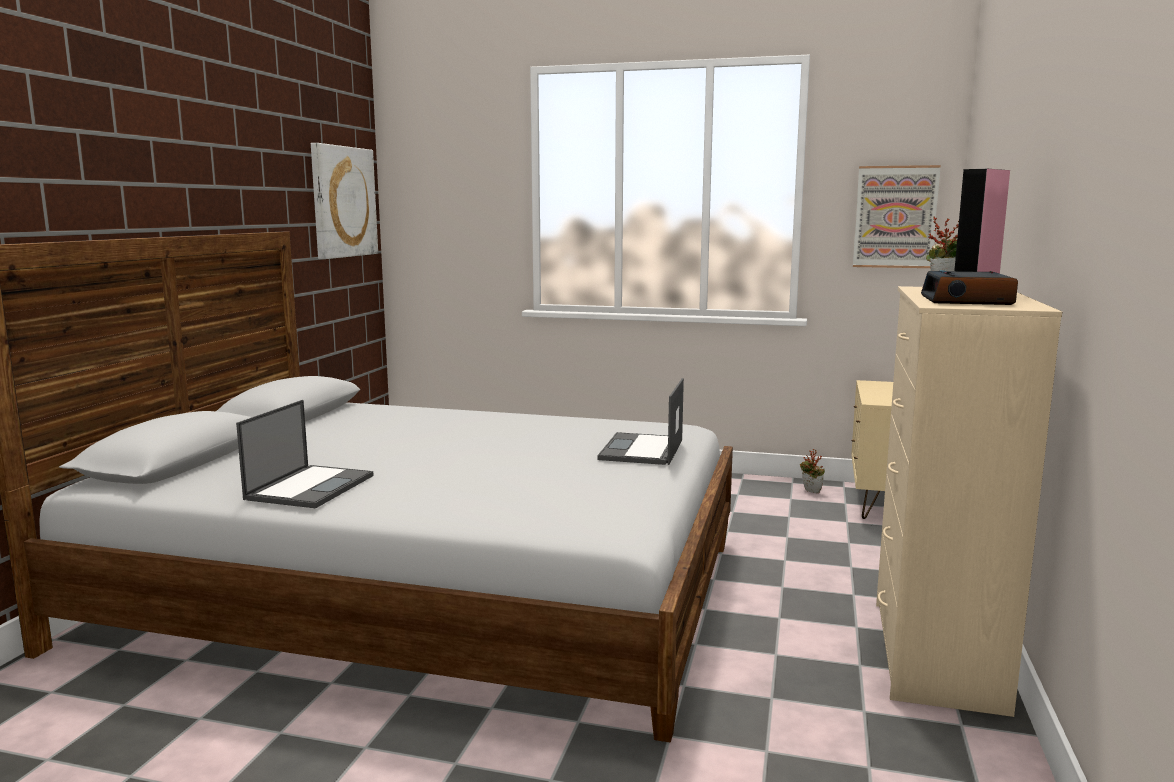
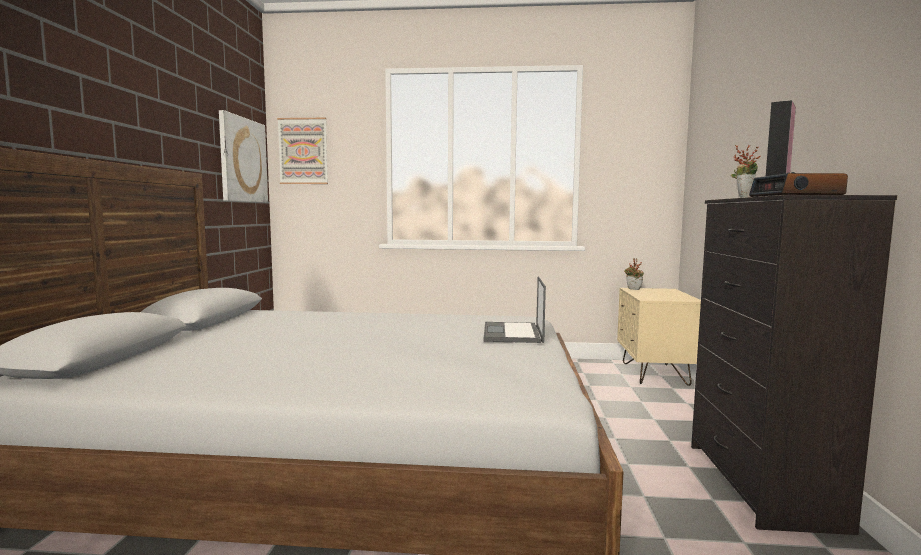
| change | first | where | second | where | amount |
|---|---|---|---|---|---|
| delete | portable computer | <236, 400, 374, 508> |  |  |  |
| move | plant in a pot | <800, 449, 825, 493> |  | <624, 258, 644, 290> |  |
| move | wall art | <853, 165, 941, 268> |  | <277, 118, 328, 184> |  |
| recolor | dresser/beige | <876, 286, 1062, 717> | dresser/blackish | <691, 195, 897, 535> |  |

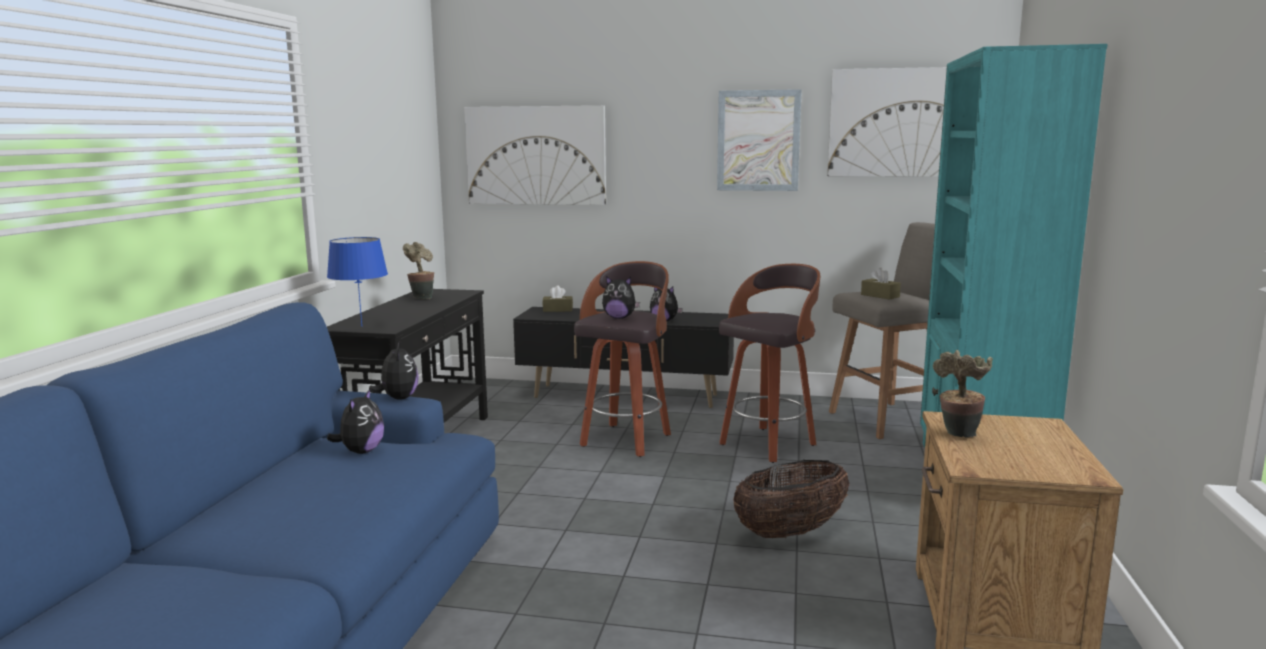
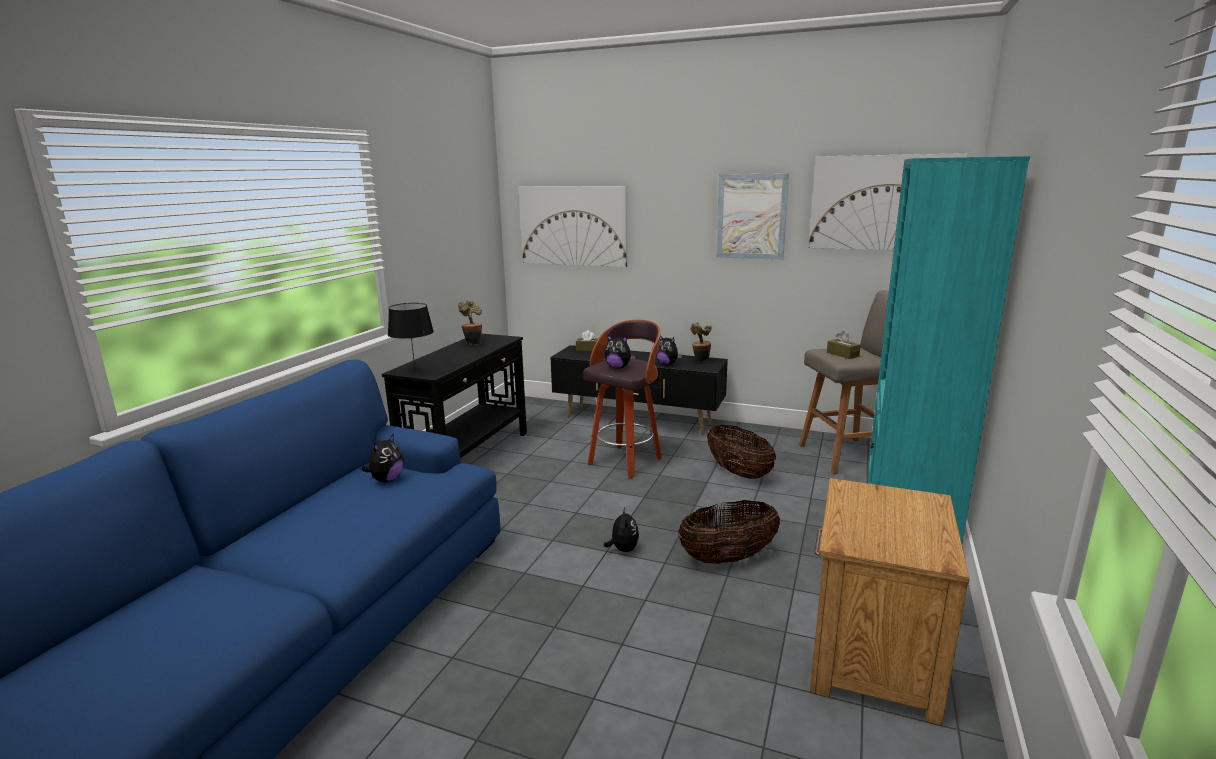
| change | first | where | second | where | amount |
|---|---|---|---|---|---|
| move | cuddly toy | <369, 342, 419, 400> |  | <604, 507, 639, 552> |  |
| move | plant in a pot | <933, 350, 993, 438> |  | <690, 322, 712, 361> |  |
| replace | stool seat | <719, 264, 820, 463> | household basket | <707, 425, 776, 479> |  |
| recolor | tabletop lamp/bluish | <327, 237, 388, 327> | tabletop lamp/blackish | <388, 303, 434, 368> |  |

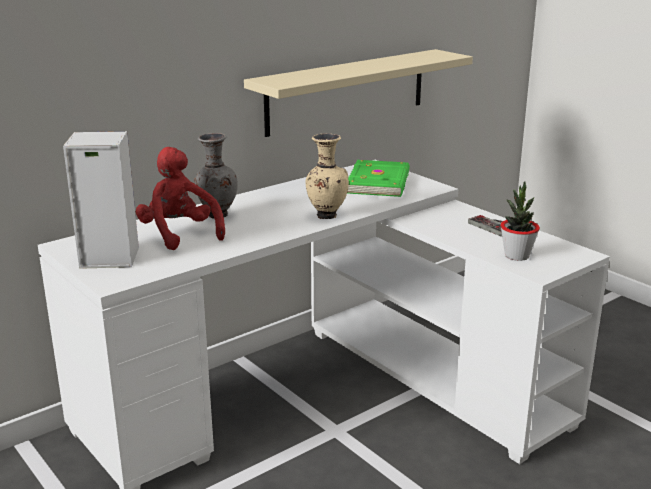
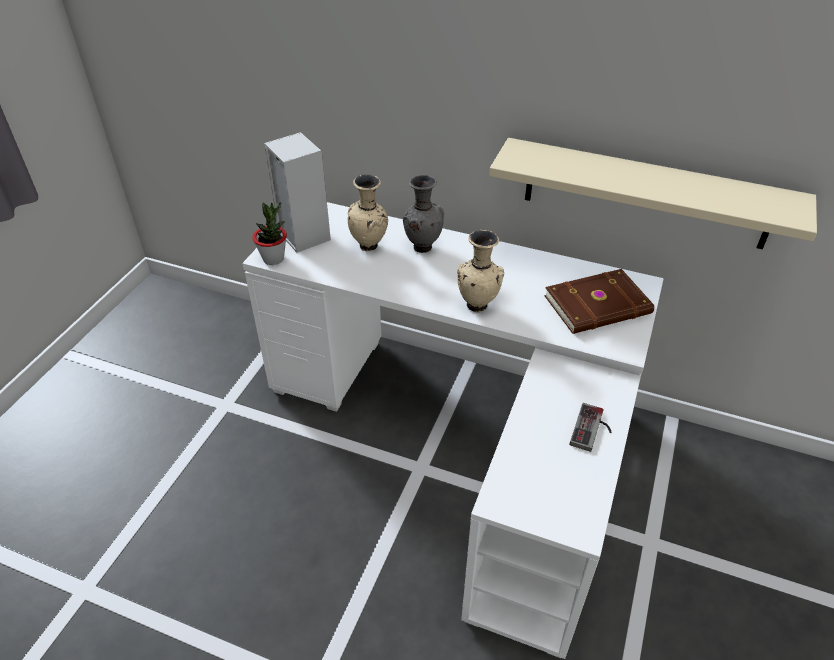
| change | first | where | second | where | amount |
|---|---|---|---|---|---|
| move | plant in a pot | <500, 181, 540, 261> |  | <252, 202, 287, 265> |  |
| replace | cuddly toy/red | <135, 147, 225, 250> | decorative vase/beige | <348, 174, 388, 252> |  |
| recolor | volume/greenish | <347, 160, 410, 197> | volume/brownish | <544, 269, 654, 334> |  |

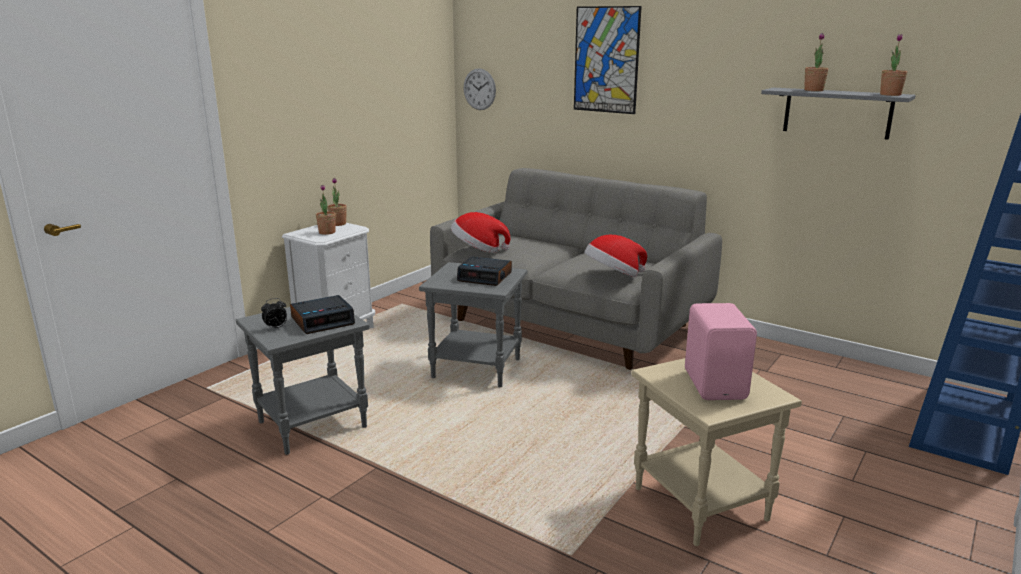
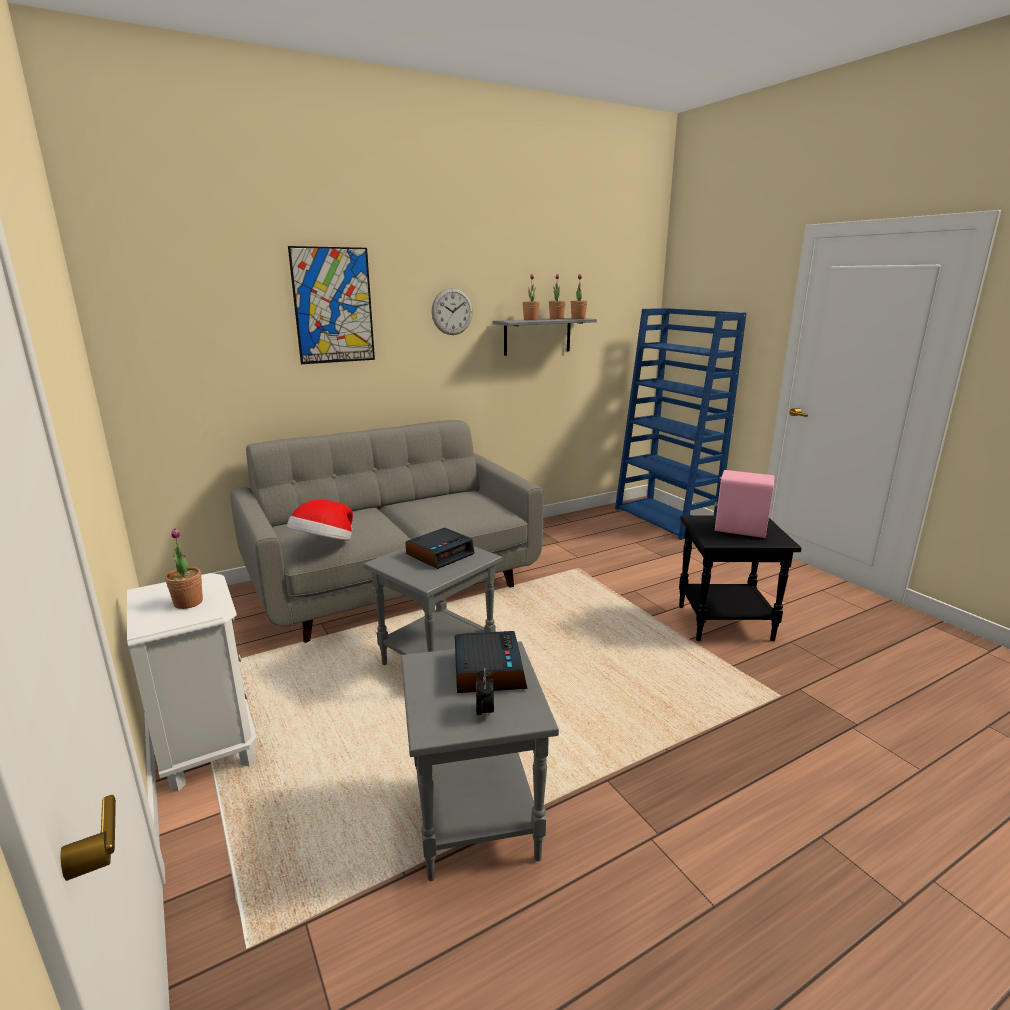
| change | first | where | second | where | amount |
|---|---|---|---|---|---|
| delete | hat | <584, 234, 647, 277> |  |  |  |
| move | plant in a pot | <328, 177, 347, 226> |  | <549, 274, 566, 319> |  |
| move | wall clock | <464, 68, 496, 110> |  | <431, 288, 473, 335> |  |
| recolor | accent table/beige | <631, 358, 802, 546> | accent table/blackish | <679, 516, 802, 641> |  |

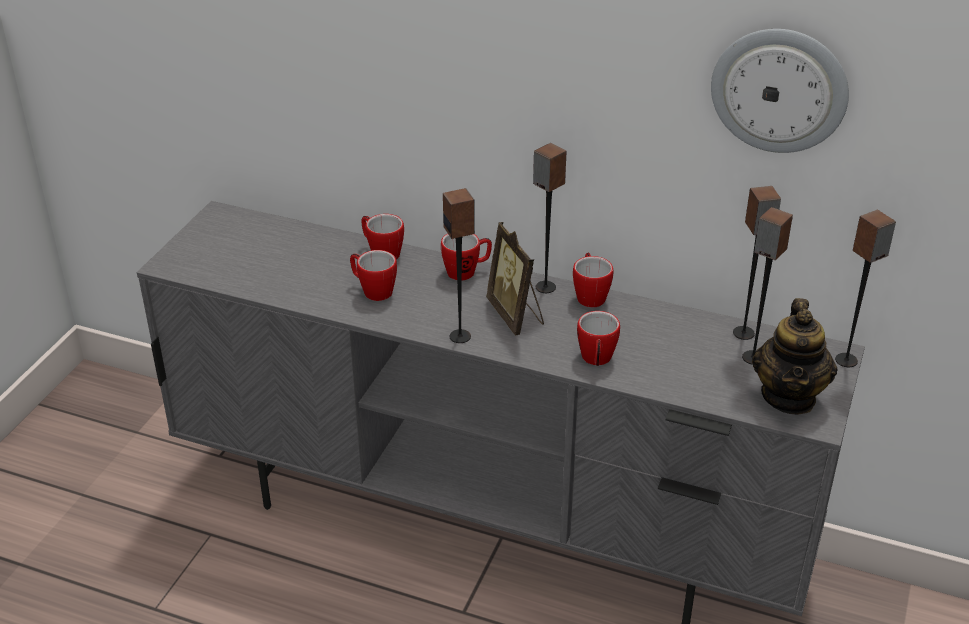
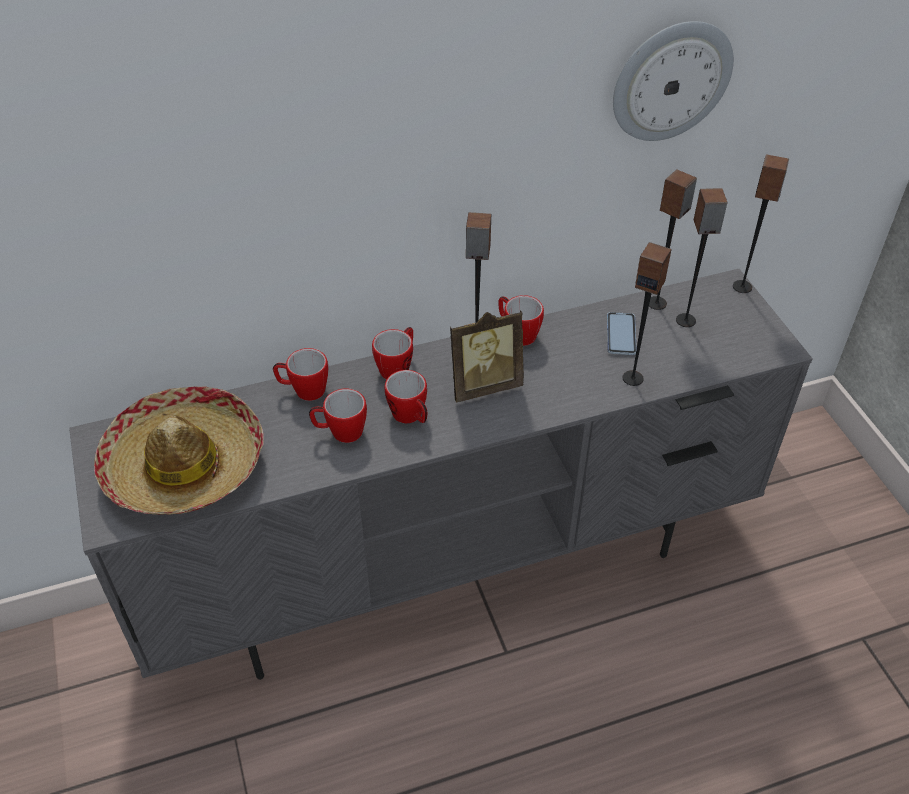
| change | first | where | second | where | amount |
|---|---|---|---|---|---|
| delete | teapot | <752, 298, 838, 414> |  |  |  |
| insert |  |  | hat | <94, 386, 264, 515> |  |
| insert |  |  | phone | <607, 312, 637, 355> |  |
| move | speaker | <443, 188, 475, 343> |  | <622, 242, 672, 386> |  |
| move | coffee mug | <577, 311, 620, 366> |  | <384, 370, 427, 423> |  |
| rotate | standing frame | <486, 222, 544, 336> |  | <450, 310, 524, 402> | 45 degrees counterclockwise |

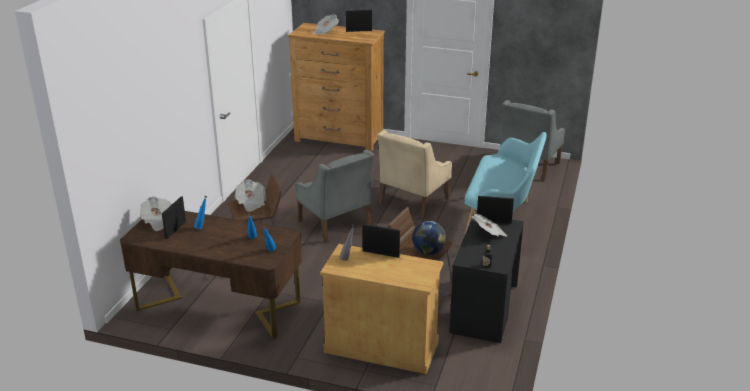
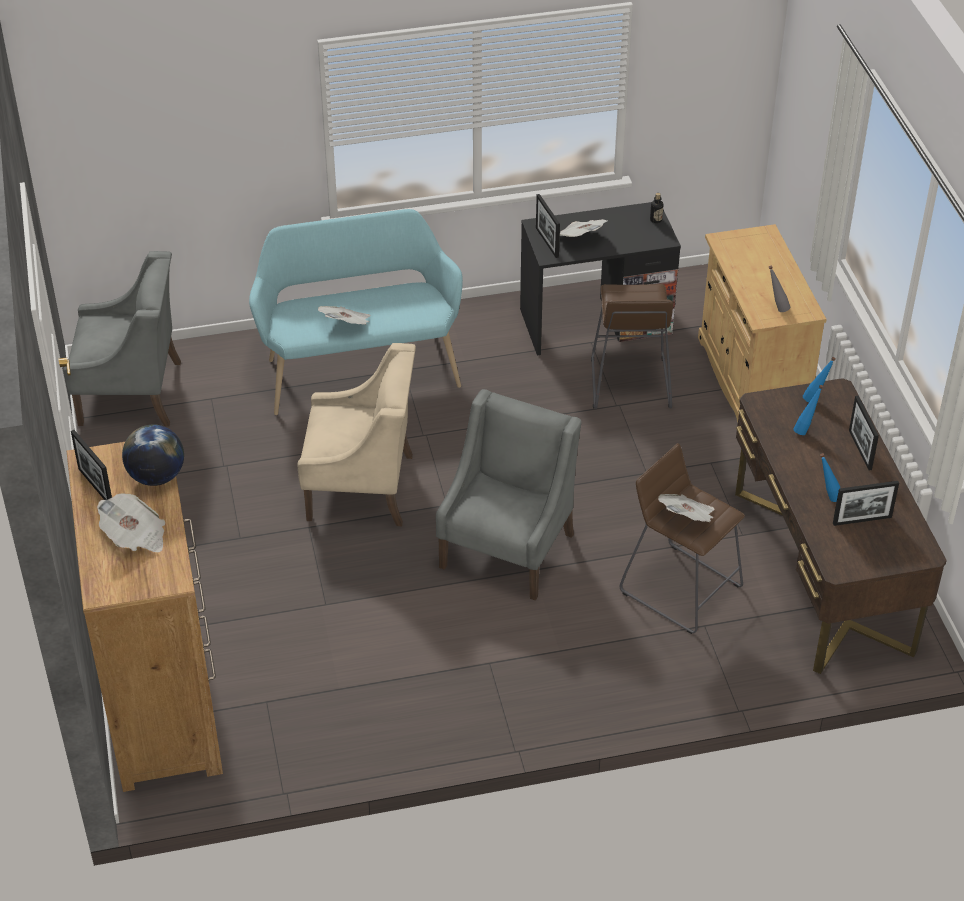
| change | first | where | second | where | amount |
|---|---|---|---|---|---|
| move | newspaper | <140, 196, 172, 231> |  | <318, 306, 371, 325> |  |
| move | standing frame | <363, 224, 400, 258> |  | <849, 396, 879, 470> |  |
| move | desk globe | <412, 221, 446, 255> |  | <122, 425, 184, 486> |  |

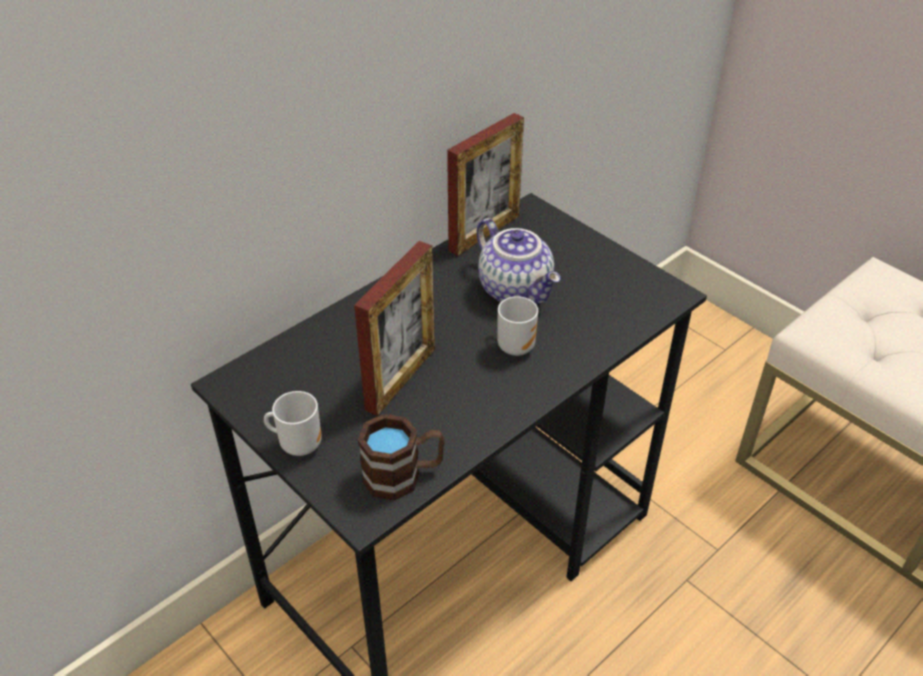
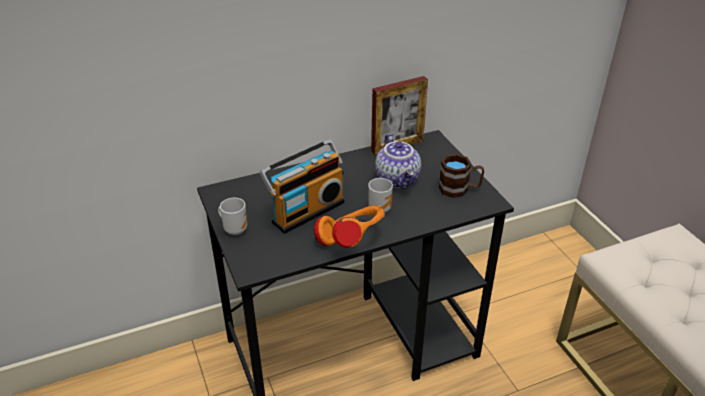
| change | first | where | second | where | amount |
|---|---|---|---|---|---|
| insert |  |  | pair of headphones/orange-coloured | <314, 205, 385, 248> |  |
| move | coffee mug/brownish | <358, 414, 444, 501> |  | <439, 154, 484, 198> |  |
| replace | standing frame | <354, 241, 435, 416> | radio | <260, 139, 345, 234> |  |

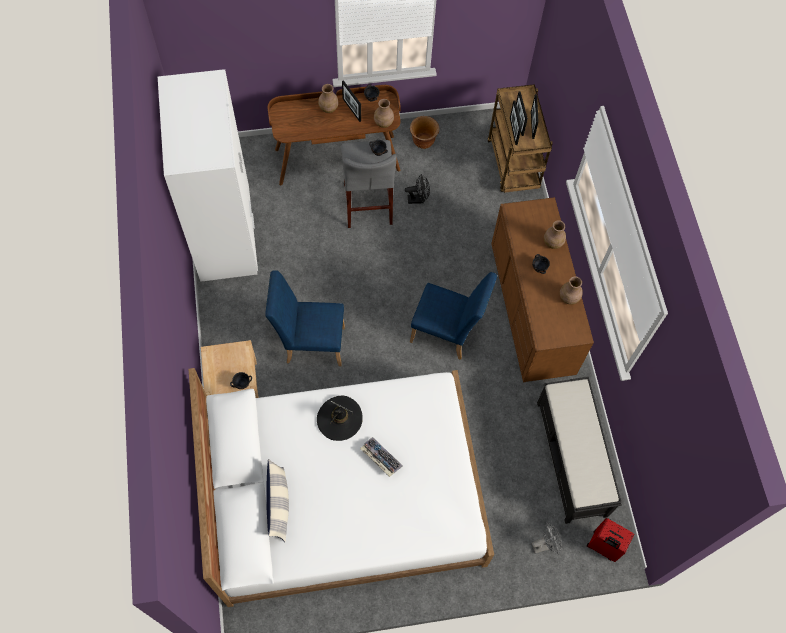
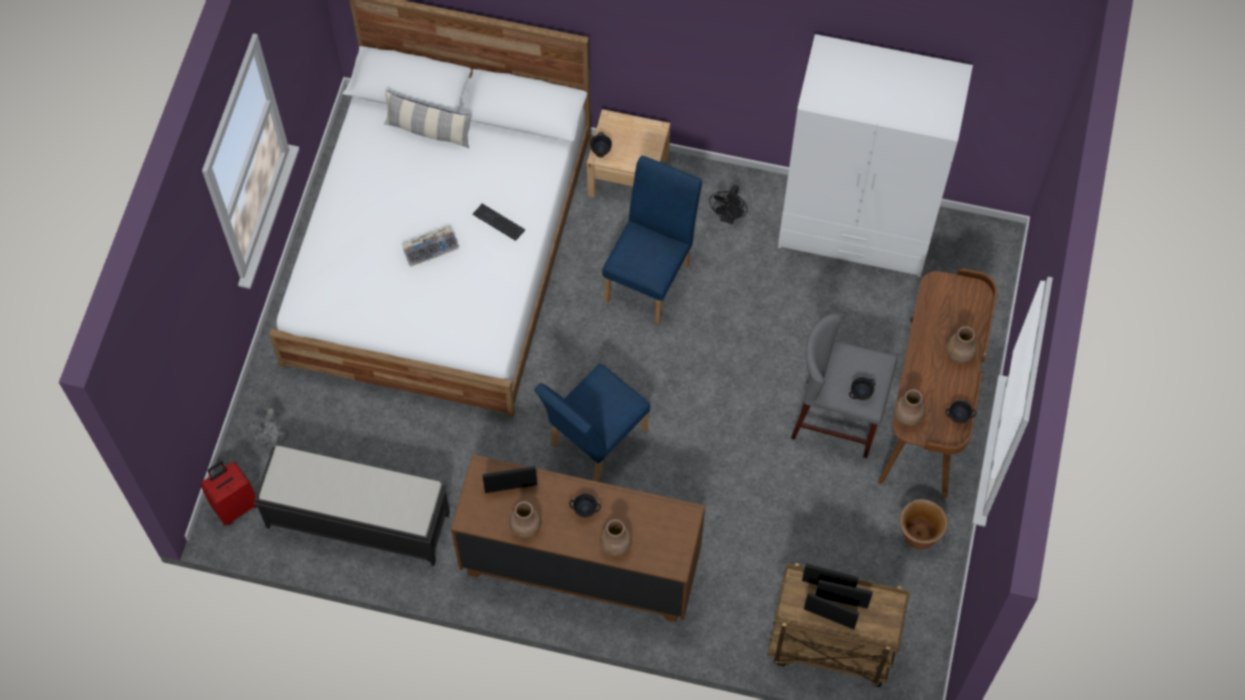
| change | first | where | second | where | amount |
|---|---|---|---|---|---|
| move | standing frame | <342, 80, 361, 122> |  | <482, 466, 537, 493> |  |
| move | cooling fan/blackish | <405, 174, 430, 204> |  | <709, 185, 748, 224> |  |
| replace | hat/blackish | <317, 396, 363, 441> | keyboard | <473, 203, 525, 241> |  |

